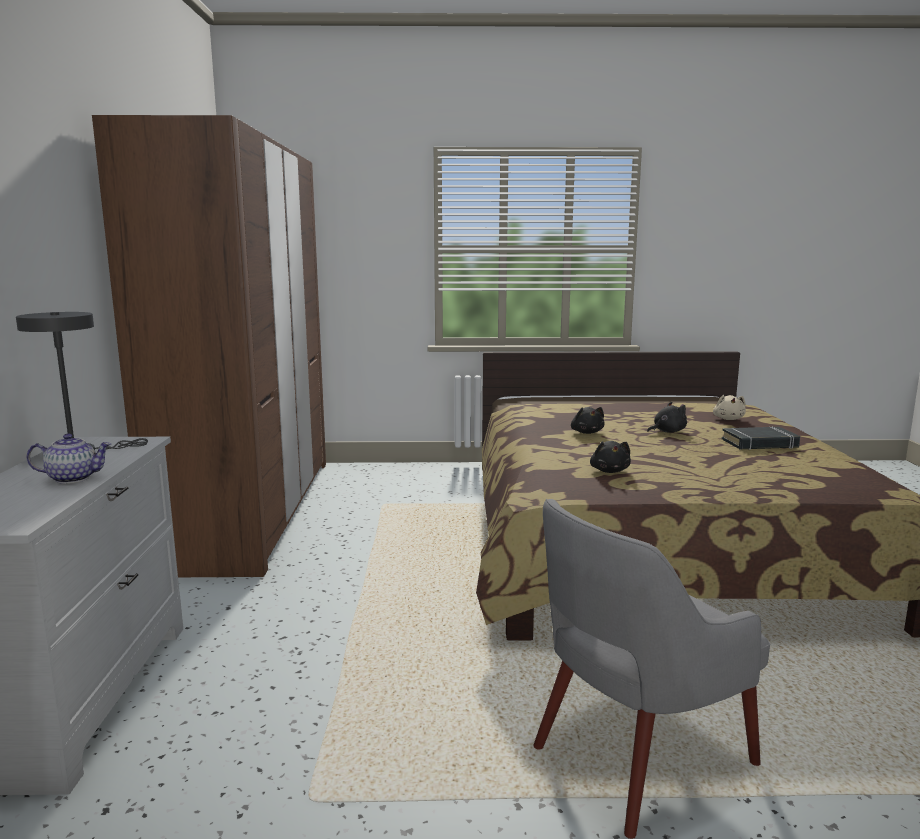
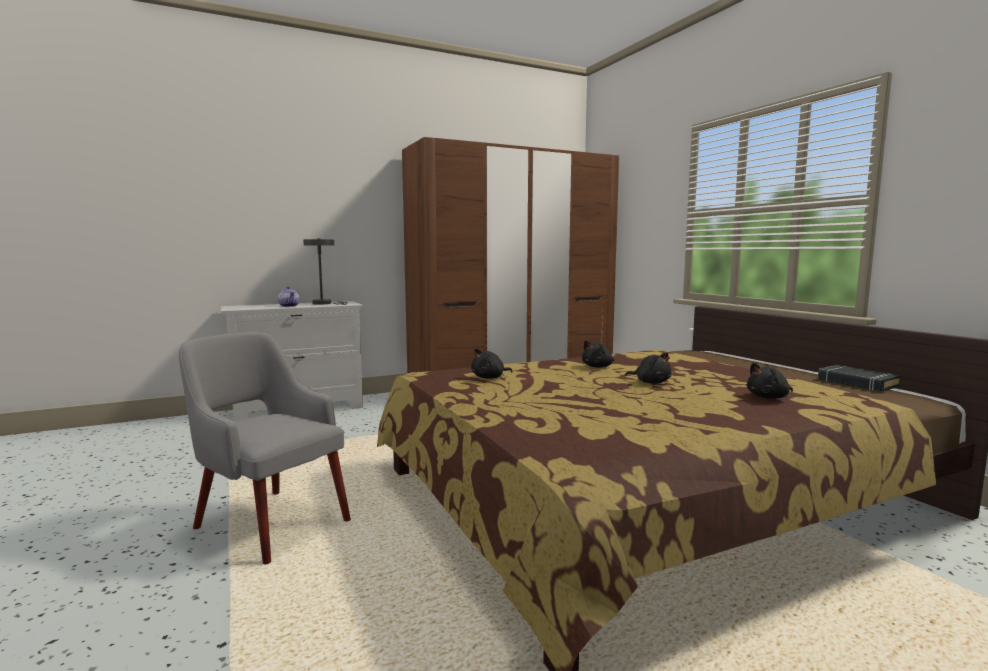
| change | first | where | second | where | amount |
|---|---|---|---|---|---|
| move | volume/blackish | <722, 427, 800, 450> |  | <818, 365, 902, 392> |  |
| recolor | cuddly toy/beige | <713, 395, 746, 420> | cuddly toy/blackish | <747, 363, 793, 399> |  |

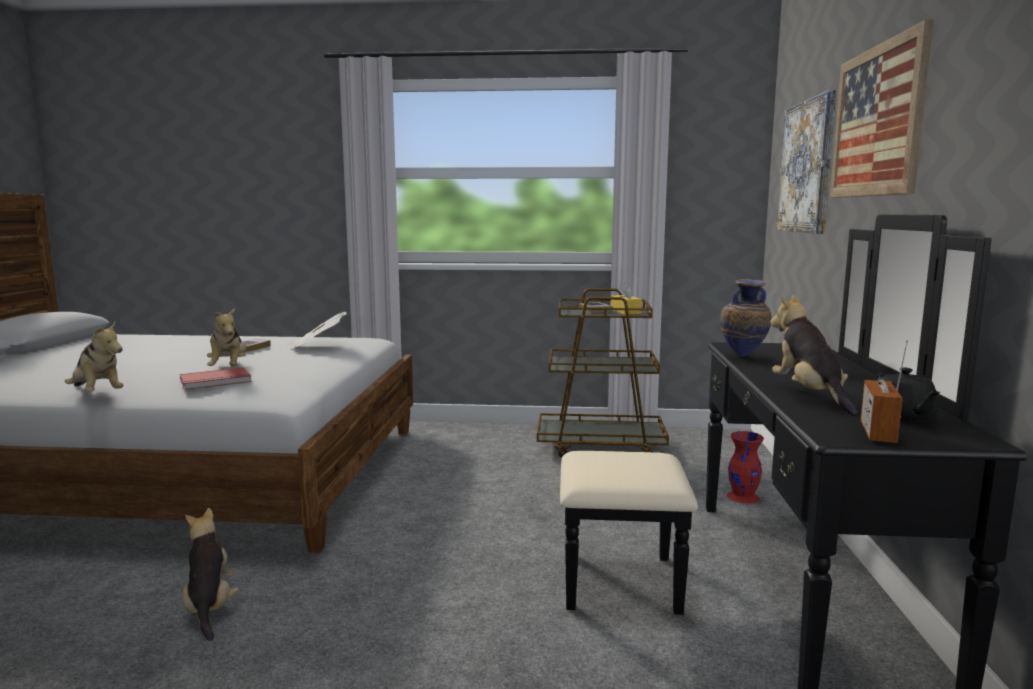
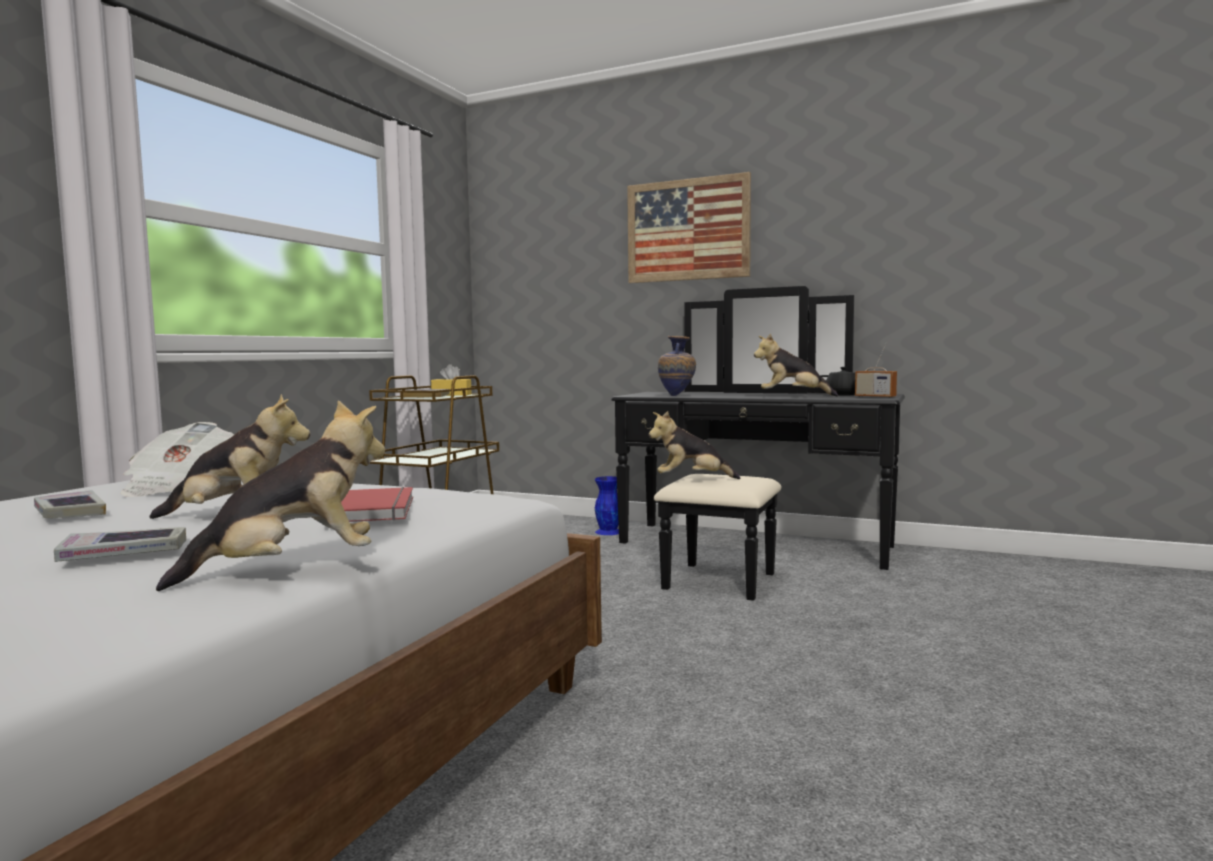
| change | first | where | second | where | amount |
|---|---|---|---|---|---|
| delete | wall art | <776, 90, 837, 234> |  |  |  |
| insert |  |  | volume | <54, 527, 186, 562> |  |
| move | cuddly toy | <182, 508, 239, 641> |  | <649, 411, 740, 479> |  |
| recolor | decorative vase/red | <727, 431, 764, 503> | decorative vase/bluish | <595, 476, 619, 535> |  |

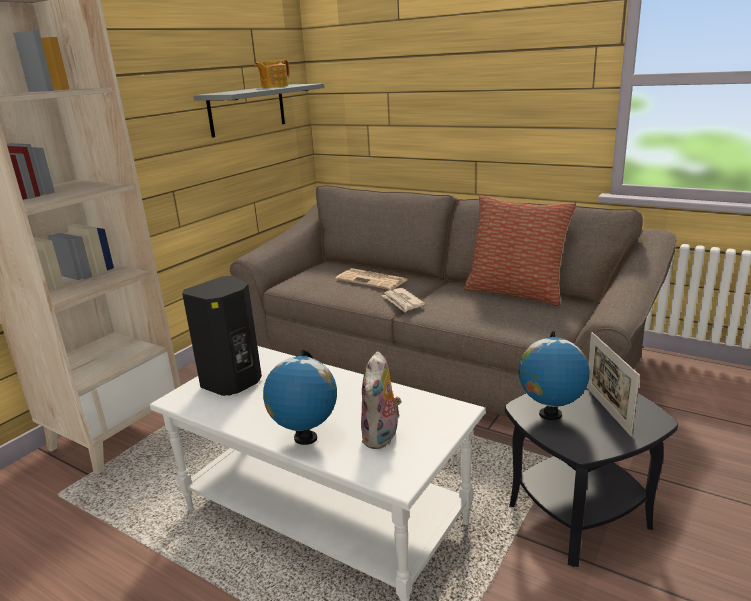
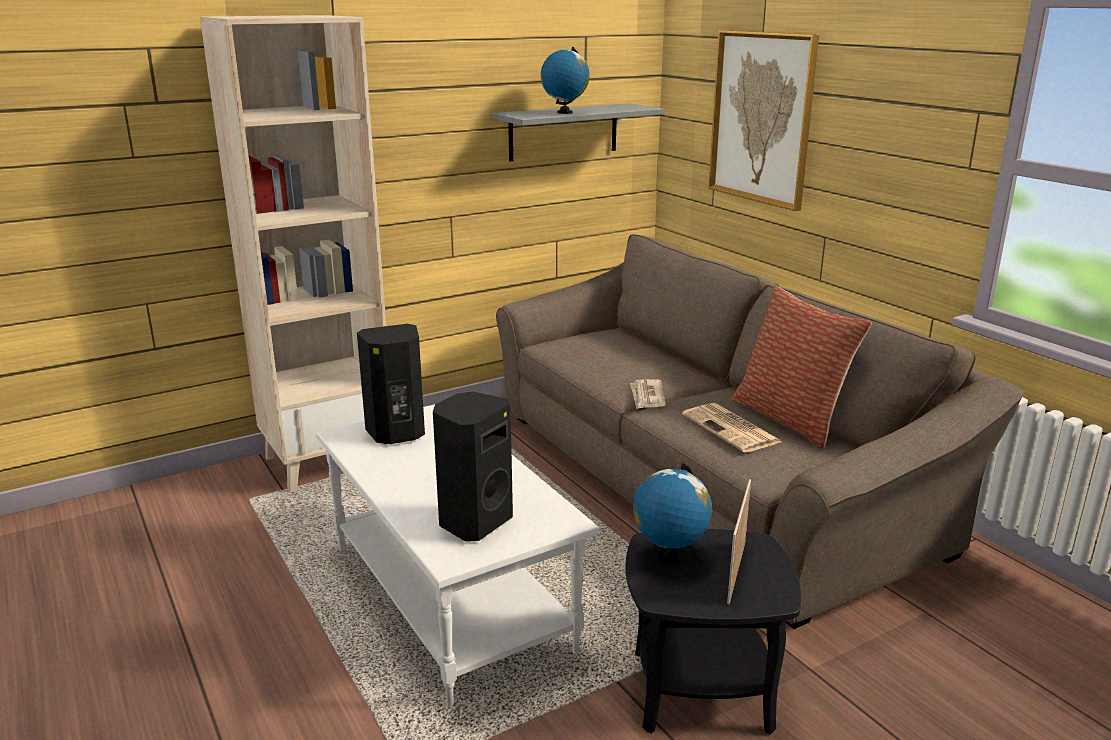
| change | first | where | second | where | amount |
|---|---|---|---|---|---|
| delete | teapot | <255, 60, 290, 88> |  |  |  |
| insert |  |  | wall art | <708, 30, 819, 211> |  |
| move | desk globe | <263, 350, 337, 445> |  | <541, 47, 589, 114> |  |
| move | newspaper | <336, 268, 407, 290> |  | <682, 403, 781, 453> |  |
| replace | cuddly toy | <361, 351, 402, 449> | speaker/blackish | <433, 392, 513, 542> |  |

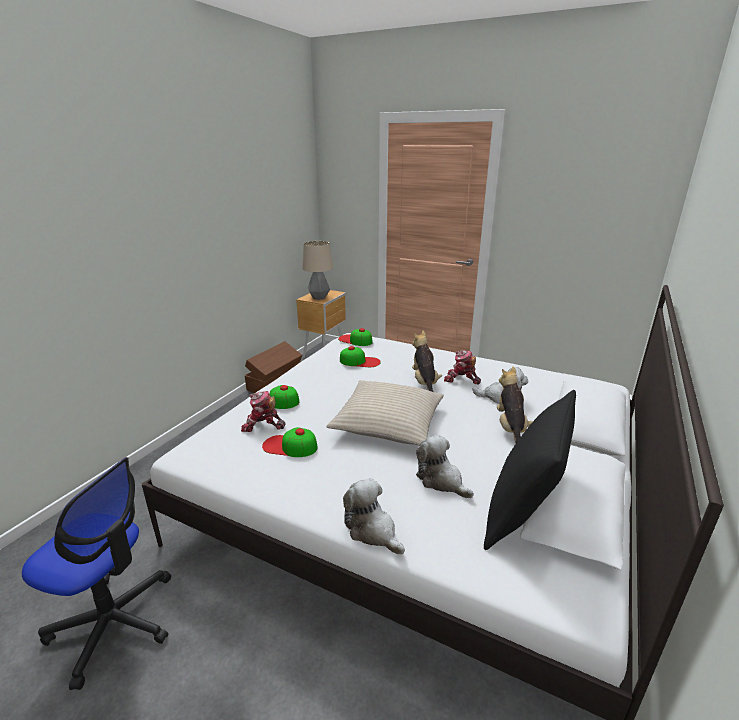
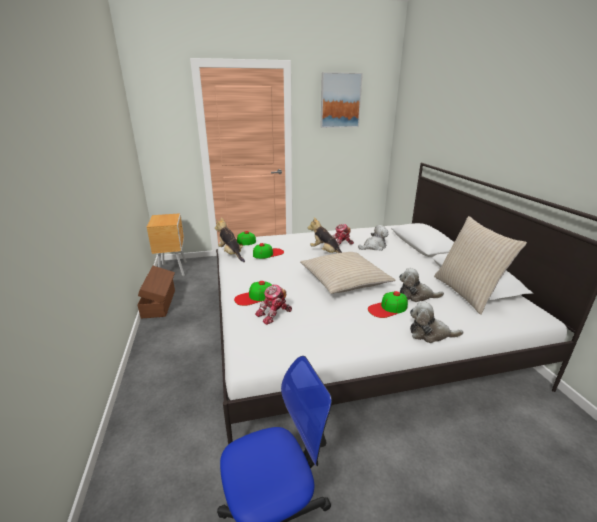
| change | first | where | second | where | amount |
|---|---|---|---|---|---|
| delete | tabletop lamp | <302, 241, 333, 300> |  |  |  |
| insert |  |  | wall art | <320, 72, 363, 128> |  |
| move | peaked cap | <262, 427, 318, 457> |  | <368, 291, 408, 318> |  |
| move | cuddly toy | <497, 366, 533, 443> |  | <215, 218, 245, 262> |  |
| recolor | throw pillow/blackish | <484, 390, 576, 550> | throw pillow/beige | <434, 216, 527, 315> |  |

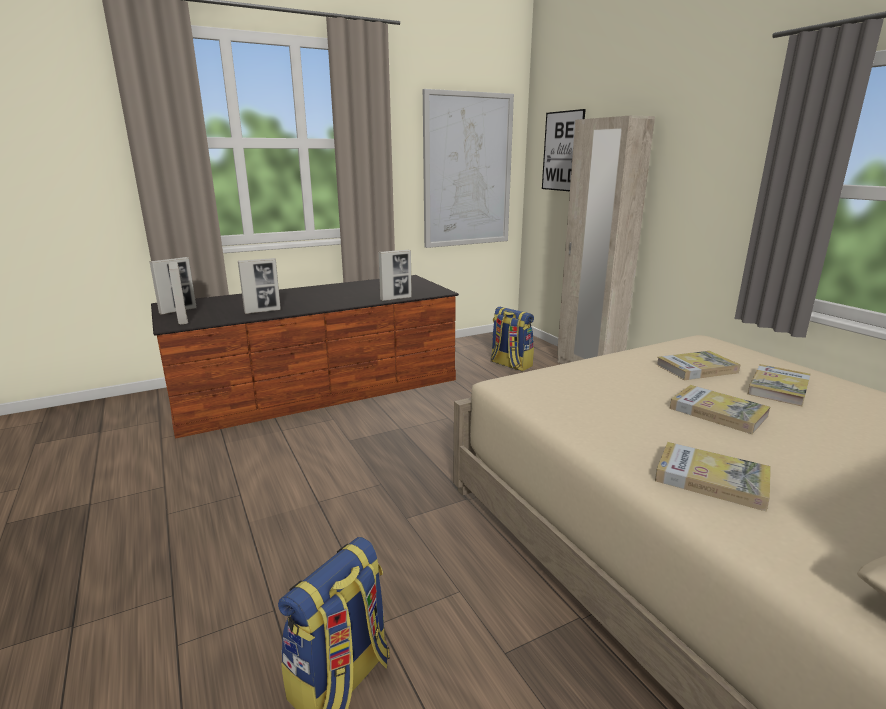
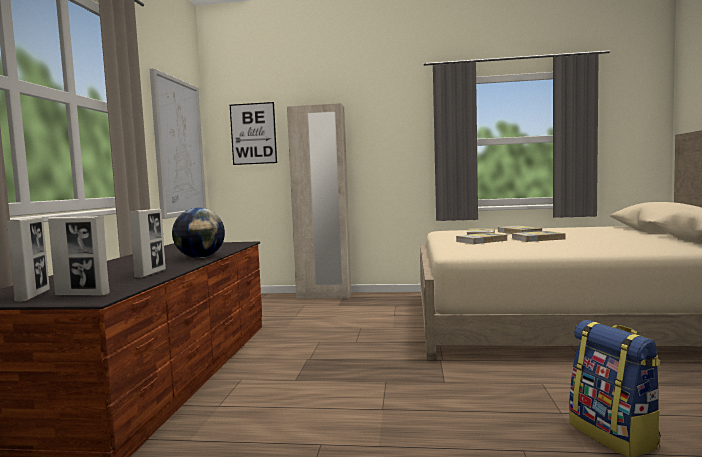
| change | first | where | second | where | amount |
|---|---|---|---|---|---|
| delete | standing frame | <378, 250, 412, 301> |  |  |  |
| delete | knapsack | <491, 307, 534, 371> |  |  |  |
| insert |  |  | desk globe | <172, 208, 225, 258> |  |
| move | volume | <655, 442, 771, 511> |  | <456, 233, 507, 244> |  |

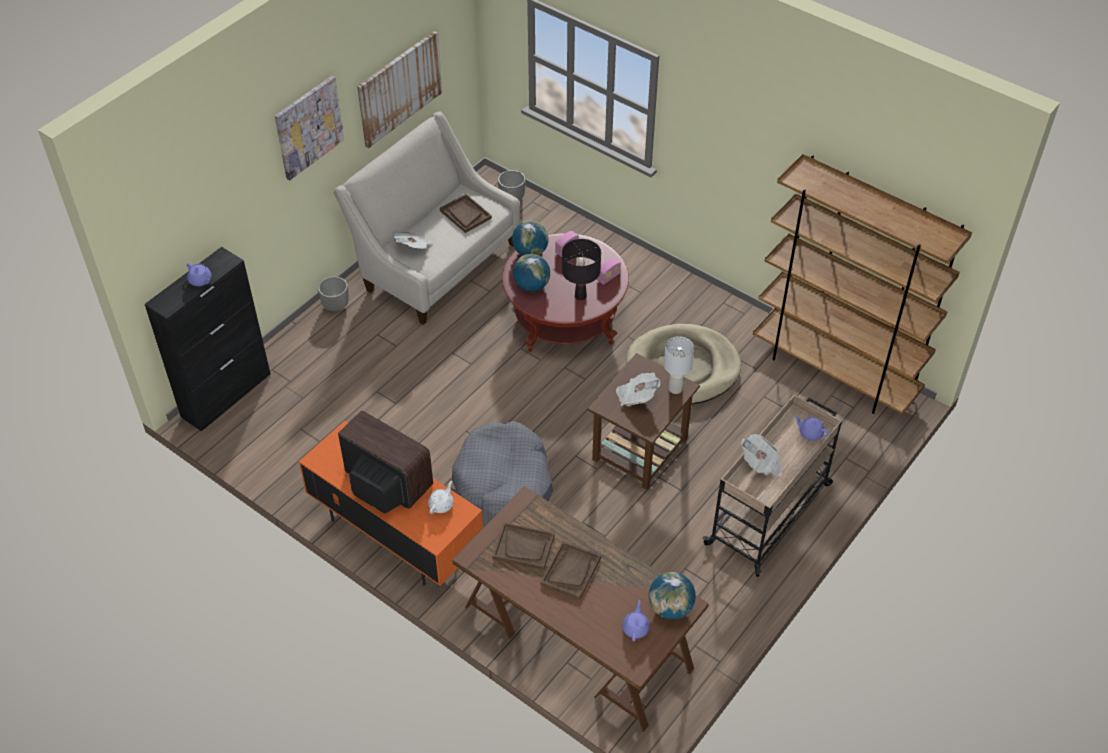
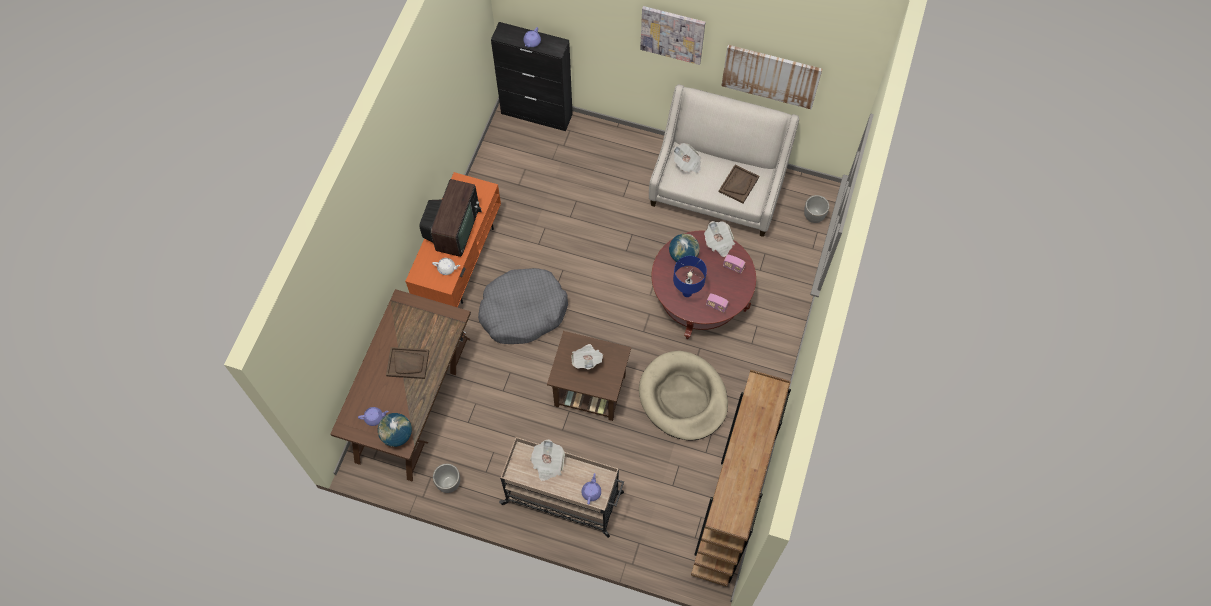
| change | first | where | second | where | amount |
|---|---|---|---|---|---|
| delete | tray/brownish | <492, 522, 555, 570> |  |  |  |
| delete | tabletop lamp/white-coloured | <664, 336, 694, 394> |  |  |  |
| move | flower pot | <318, 276, 349, 311> |  | <433, 463, 460, 493> |  |
| replace | desk globe | <512, 220, 549, 256> | newspaper | <704, 221, 735, 257> |  |
| recolor | tabletop lamp/blackish | <562, 239, 601, 300> | tabletop lamp/bluish | <673, 256, 707, 297> |  |

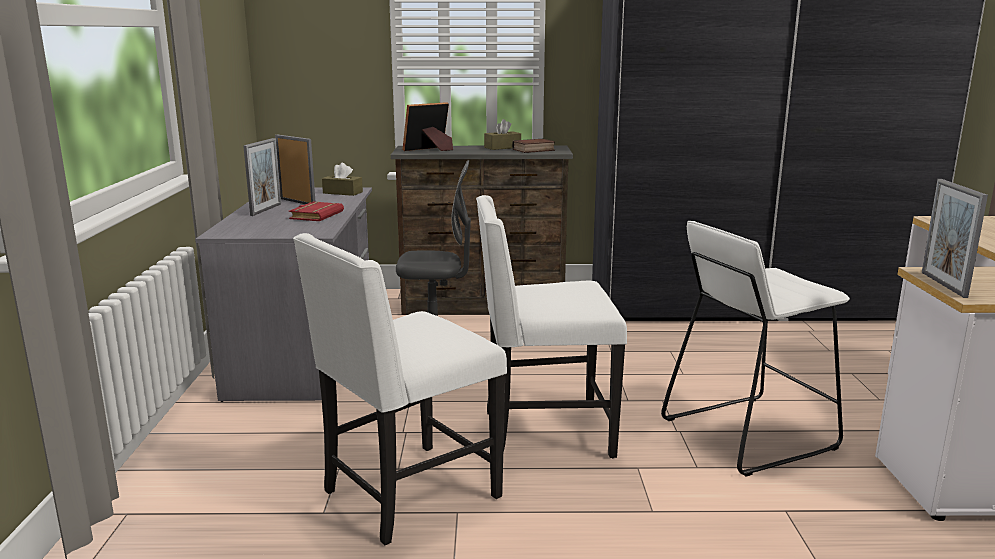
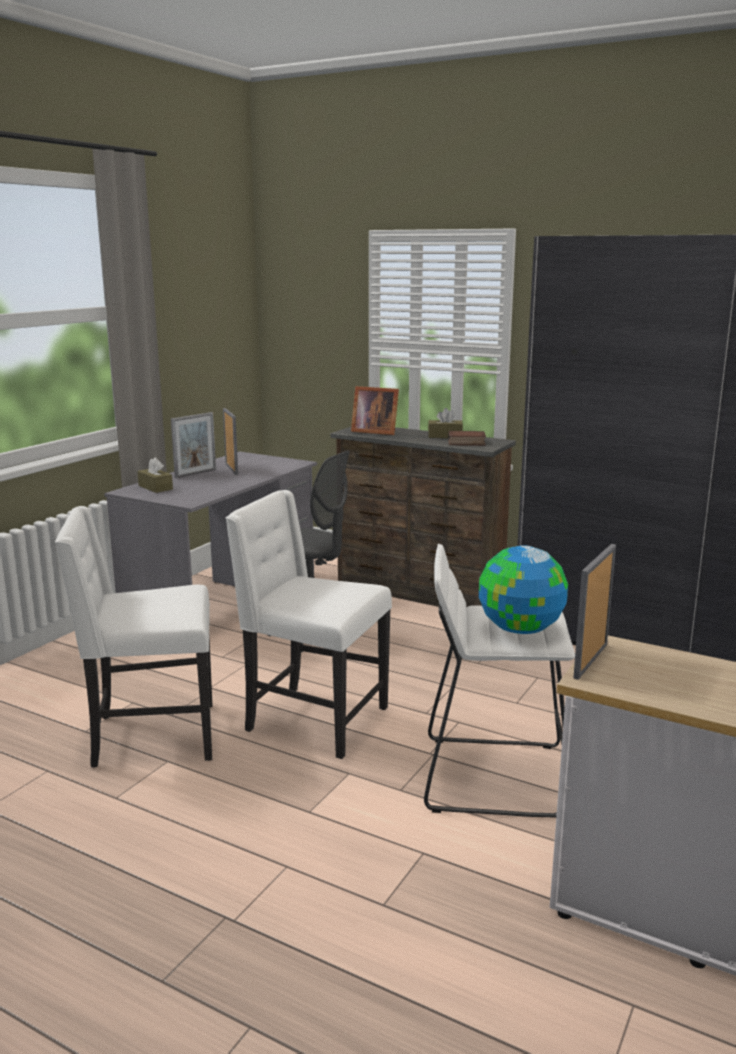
| change | first | where | second | where | amount |
|---|---|---|---|---|---|
| delete | volume/red | <289, 202, 344, 221> |  |  |  |
| insert |  |  | desk globe | <479, 545, 568, 634> |  |
| move | box of tissues/brownish | <322, 163, 363, 196> |  | <137, 457, 173, 493> |  |
| rotate | standing frame | <402, 102, 453, 151> |  | <351, 386, 399, 435> | 150 degrees counterclockwise |

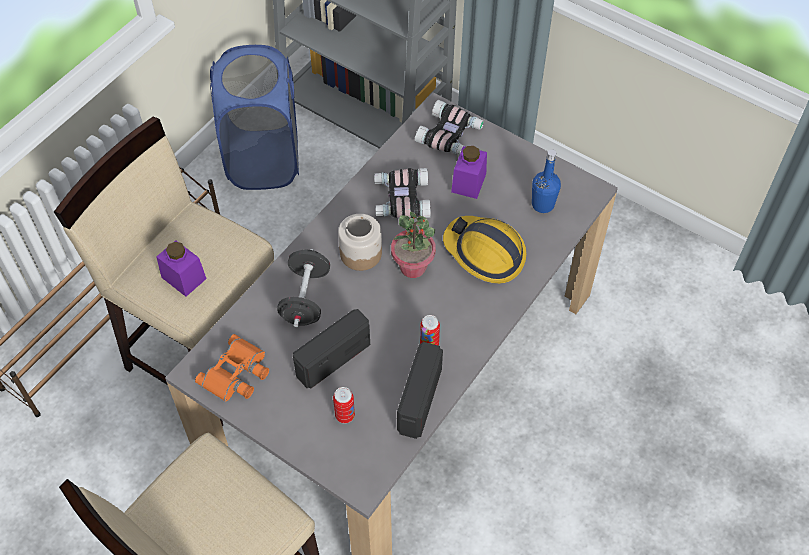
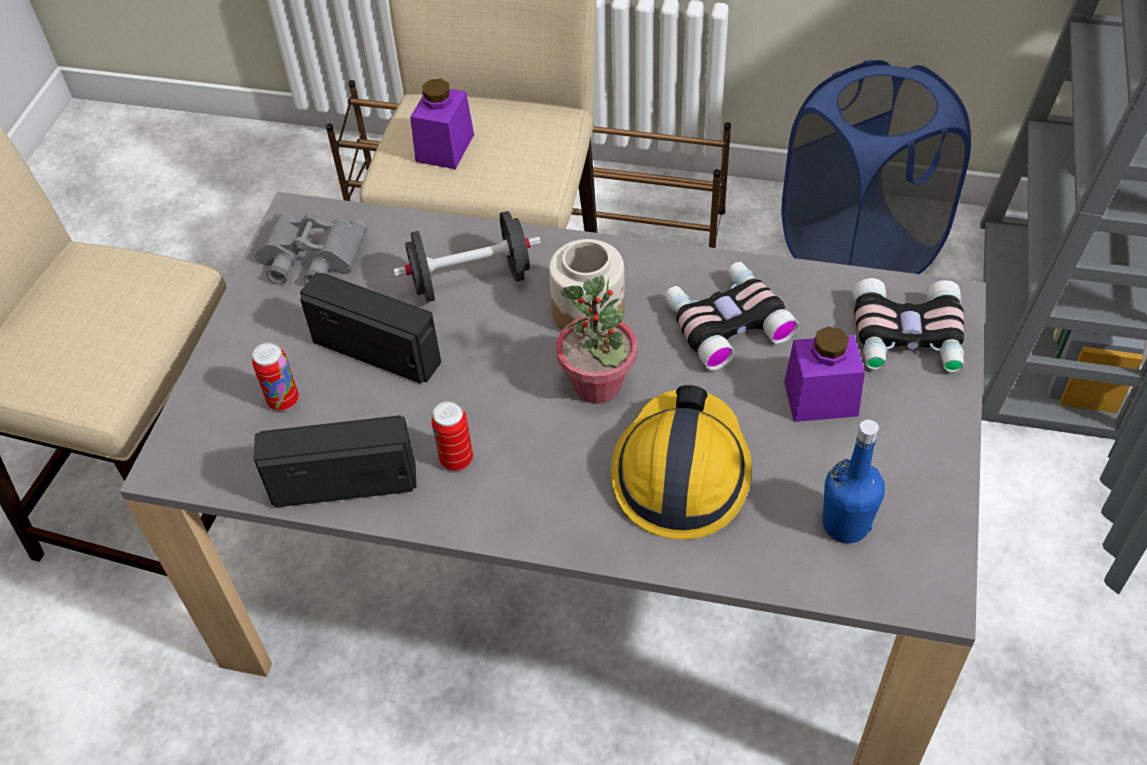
| change | first | where | second | where | amount |
|---|---|---|---|---|---|
| recolor | field glasses/orange-coloured | <195, 334, 269, 402> | field glasses/greyish | <255, 212, 367, 284> |  |

